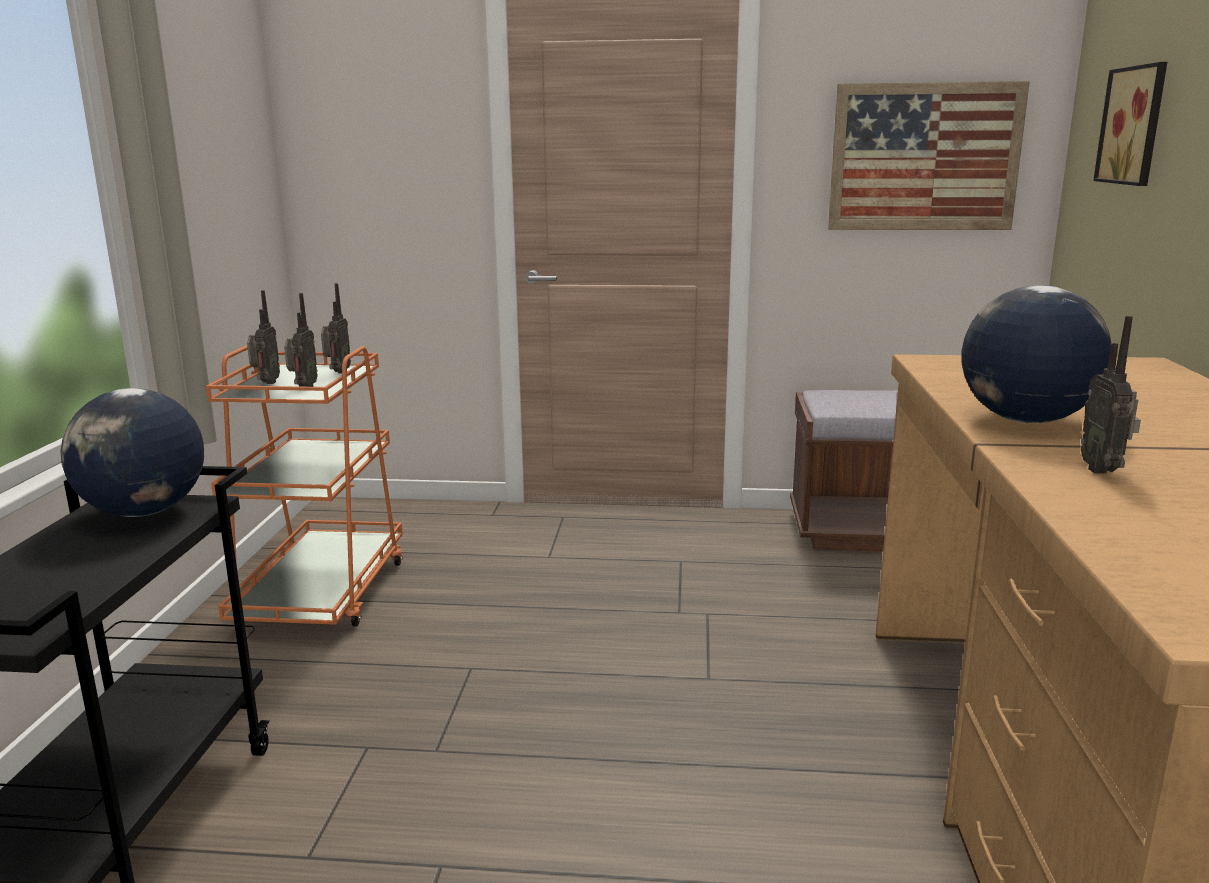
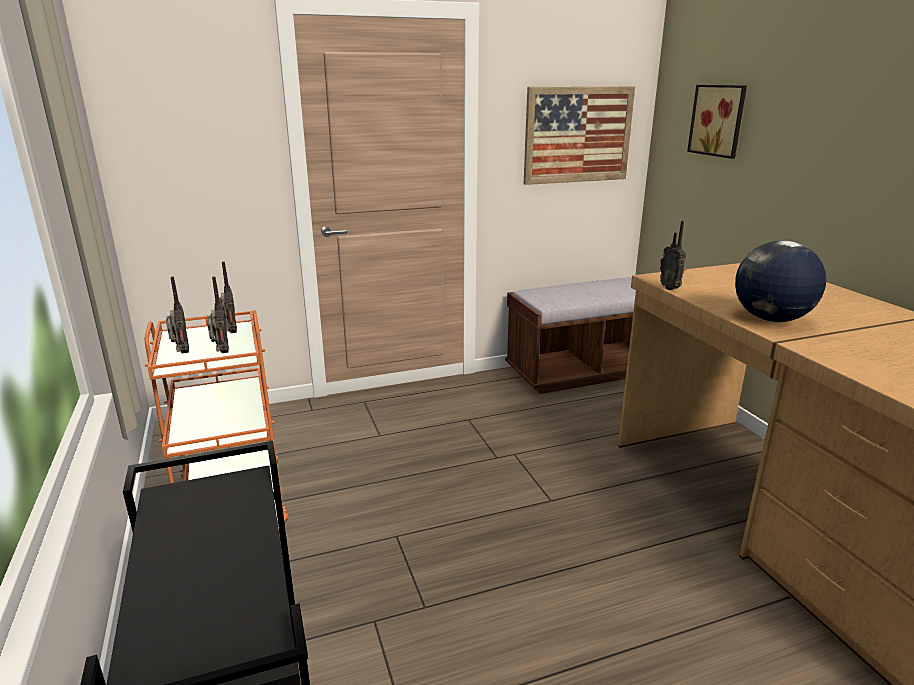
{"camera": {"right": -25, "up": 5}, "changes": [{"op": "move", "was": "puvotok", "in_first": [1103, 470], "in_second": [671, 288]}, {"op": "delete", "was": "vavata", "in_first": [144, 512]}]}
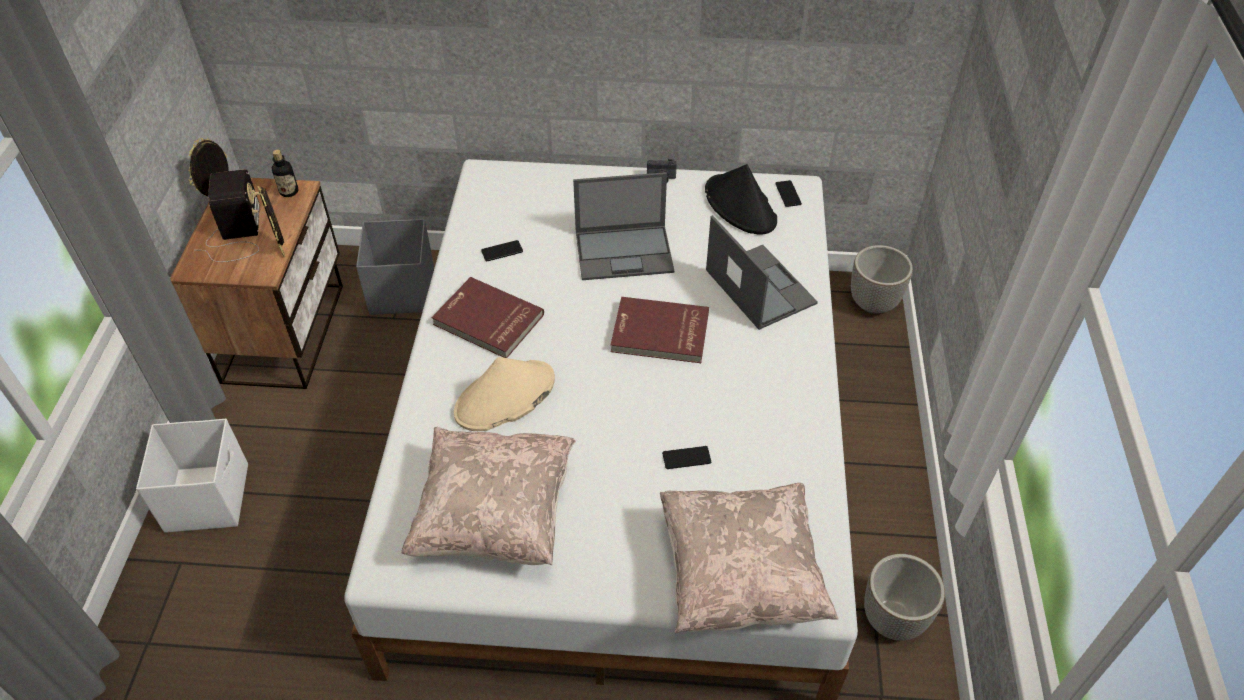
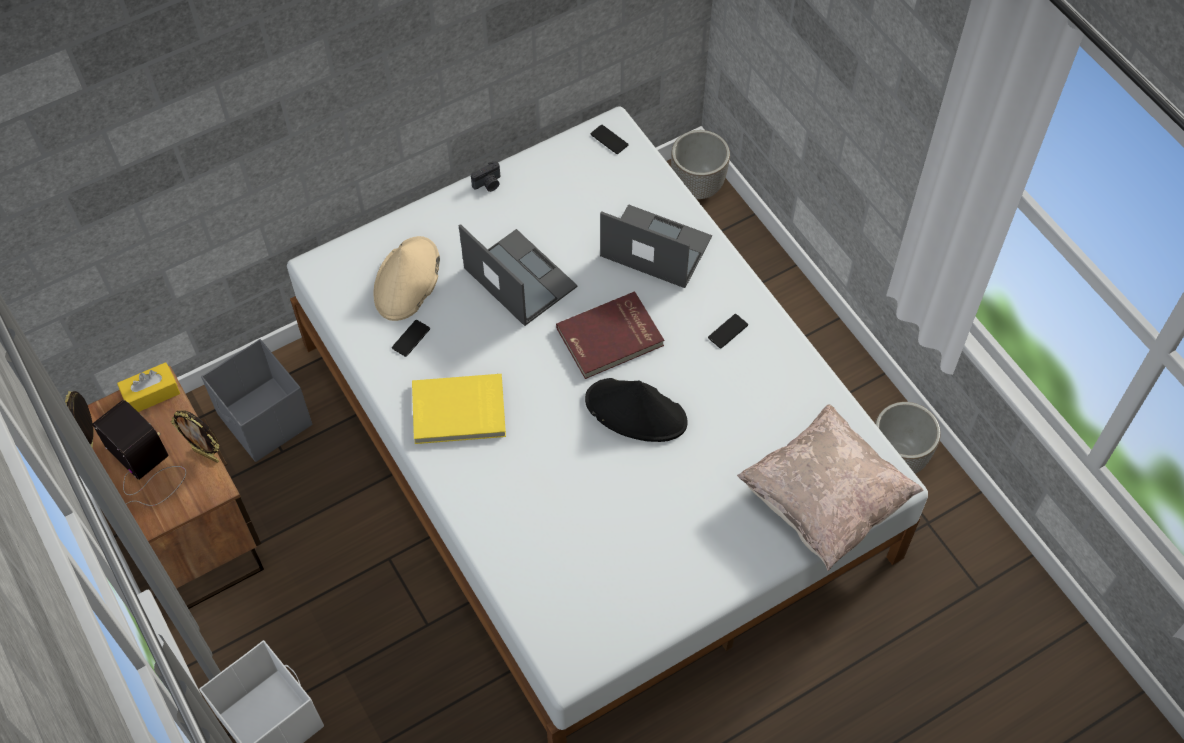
{"camera": {"right": -35, "up": 10}, "changes": [{"op": "replace", "was": "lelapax", "now": "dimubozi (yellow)", "in_first": [289, 191], "in_second": [151, 394]}, {"op": "move", "was": "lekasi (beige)", "in_first": [505, 397], "in_second": [407, 280]}, {"op": "recolor", "was": "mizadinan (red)", "now": "mizadinan (yellow)", "in_first": [487, 321], "in_second": [459, 412]}, {"op": "rotate", "was": "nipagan", "in_first": [625, 252], "in_second": [518, 277], "clockwise": -90}, {"op": "move", "was": "lekasi (black)", "in_first": [740, 206], "in_second": [636, 411]}, {"op": "move", "was": "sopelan", "in_first": [686, 458], "in_second": [728, 331]}, {"op": "delete", "was": "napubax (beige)", "in_first": [495, 516]}]}
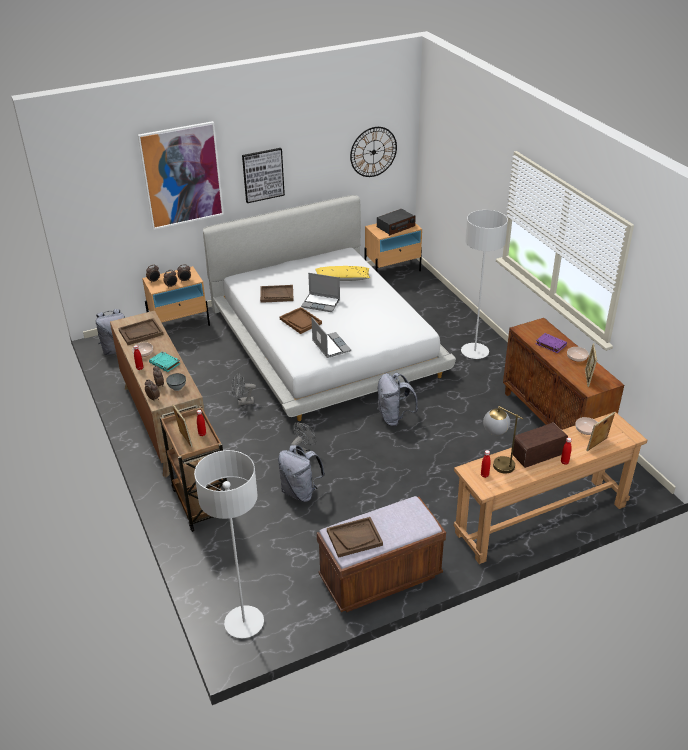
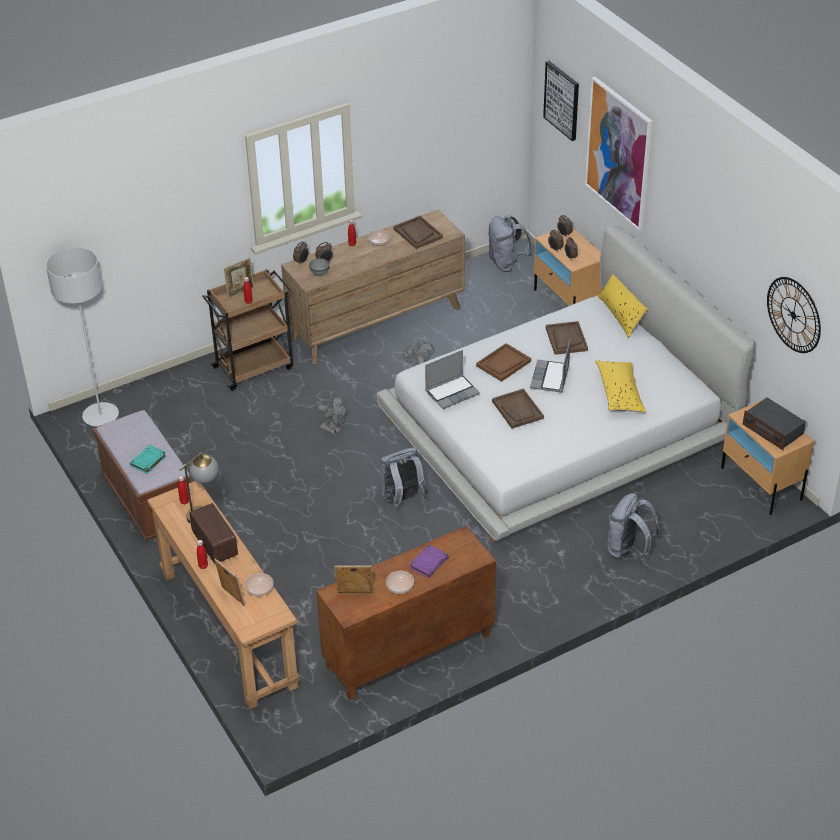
{"camera": {"right": 85, "up": 5}, "changes": [{"op": "move", "was": "mizadinan (turquoise)", "in_first": [165, 363], "in_second": [148, 461]}, {"op": "move", "was": "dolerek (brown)", "in_first": [354, 538], "in_second": [517, 410]}, {"op": "move", "was": "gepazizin", "in_first": [263, 175], "in_second": [562, 100]}, {"op": "insert", "now": "napubax (yellow)", "in_second": [621, 315]}, {"op": "move", "was": "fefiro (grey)", "in_first": [300, 492], "in_second": [628, 550]}, {"op": "delete", "was": "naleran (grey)", "in_first": [474, 352]}]}
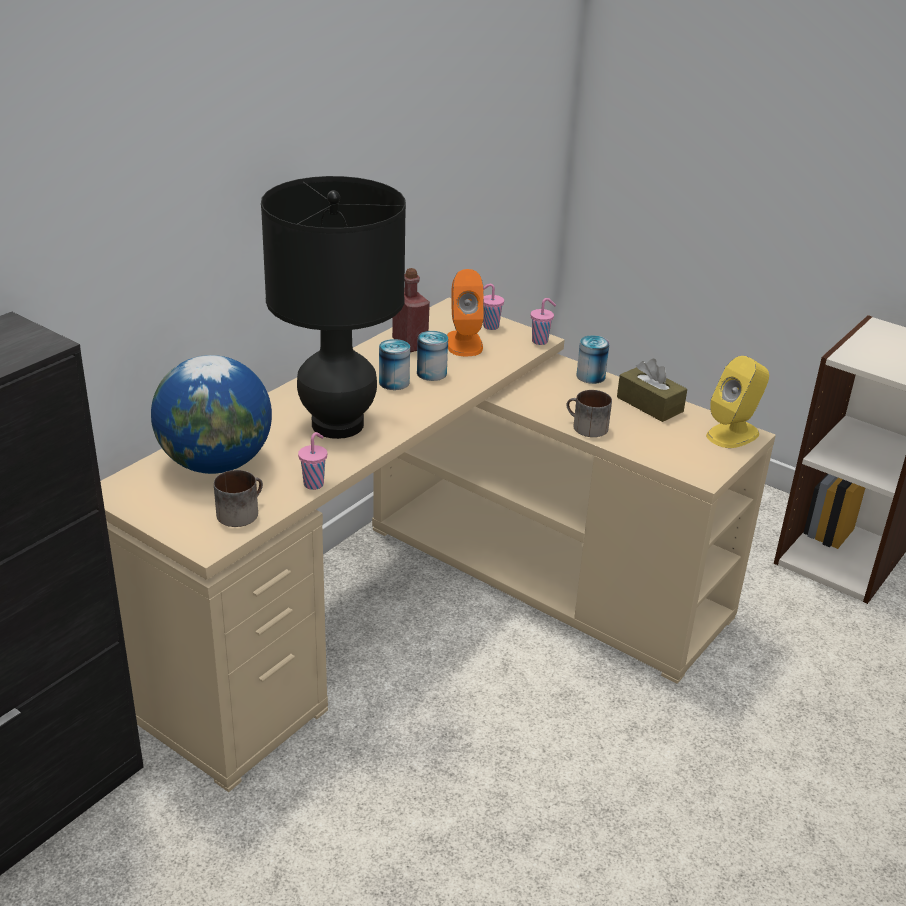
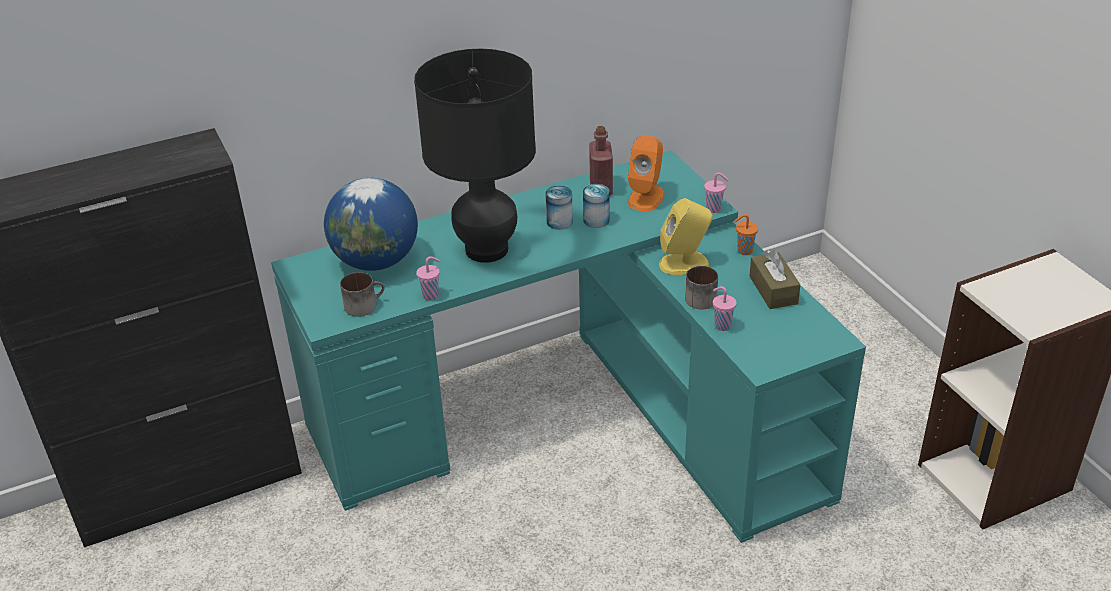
{"camera": {"right": 30, "up": 5}, "changes": [{"op": "recolor", "was": "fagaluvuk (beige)", "now": "fagaluvuk (turquoise)", "in_first": [430, 607], "in_second": [581, 415]}, {"op": "move", "was": "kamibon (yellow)", "in_first": [733, 434], "in_second": [684, 263]}, {"op": "move", "was": "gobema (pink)", "in_first": [490, 326], "in_second": [721, 325]}, {"op": "replace", "was": "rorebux", "now": "gobema (orange)", "in_first": [590, 376], "in_second": [744, 251]}]}
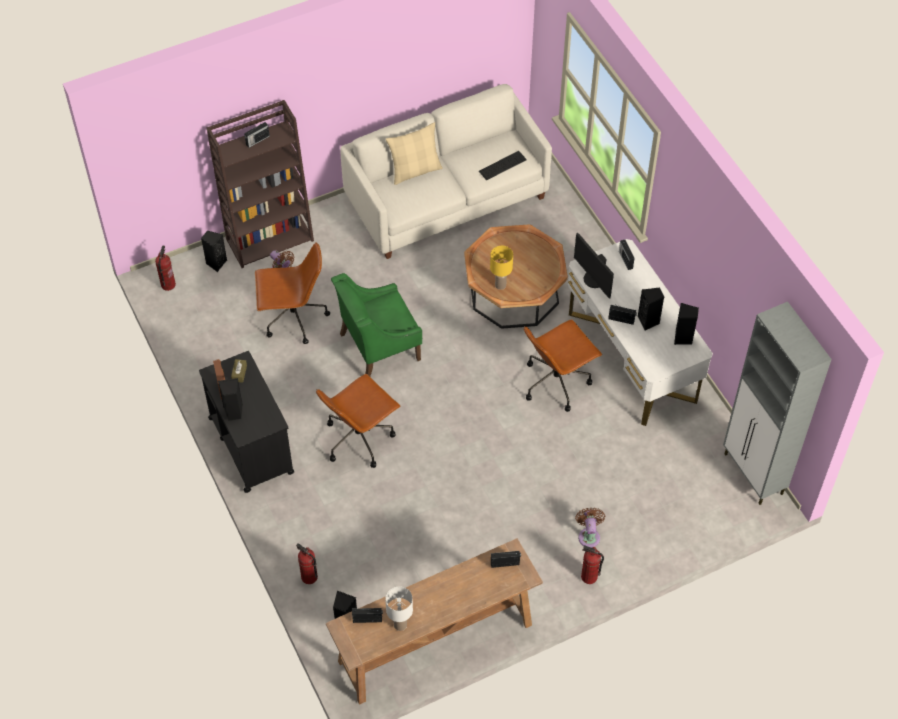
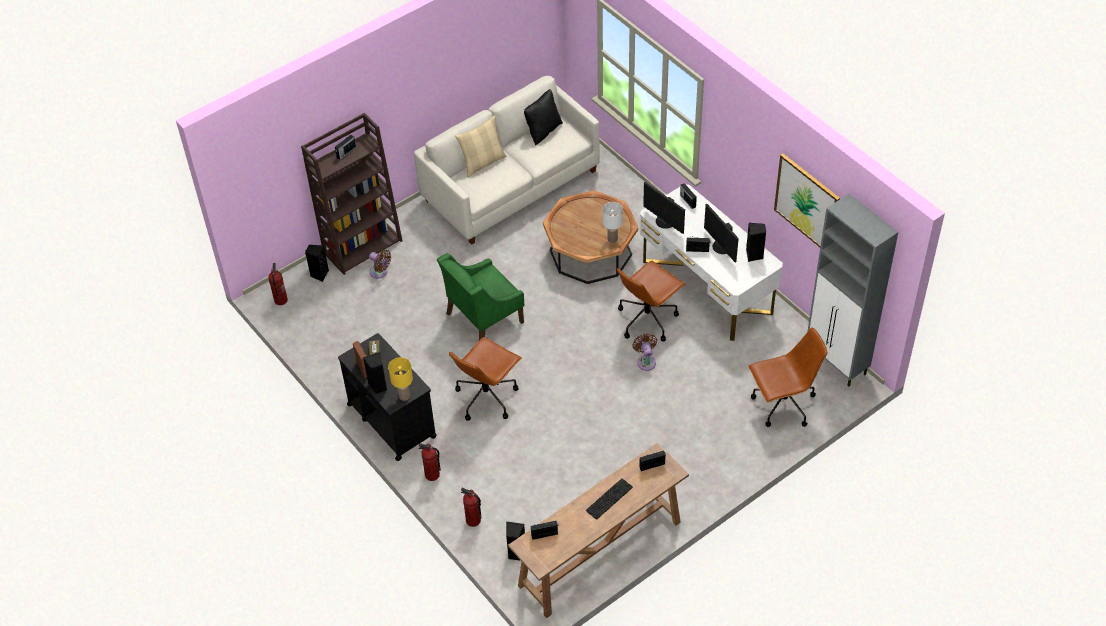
{"camera": {"right": -10, "up": -5}, "changes": [{"op": "move", "was": "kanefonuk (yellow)", "in_first": [500, 285], "in_second": [404, 396]}, {"op": "move", "was": "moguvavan", "in_first": [589, 577], "in_second": [432, 475]}, {"op": "insert", "now": "napubax (black)", "in_second": [543, 131]}, {"op": "move", "was": "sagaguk", "in_first": [502, 165], "in_second": [609, 499]}, {"op": "move", "was": "kanefonuk (white)", "in_first": [399, 624], "in_second": [612, 239]}, {"op": "move", "was": "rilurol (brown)", "in_first": [589, 535], "in_second": [646, 361]}, {"op": "replace", "was": "kamibon (black)", "now": "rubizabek", "in_first": [649, 321], "in_second": [721, 247]}, {"op": "move", "was": "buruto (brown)", "in_first": [293, 318], "in_second": [782, 405]}, {"op": "insert", "now": "gepazizin", "in_second": [807, 203]}]}
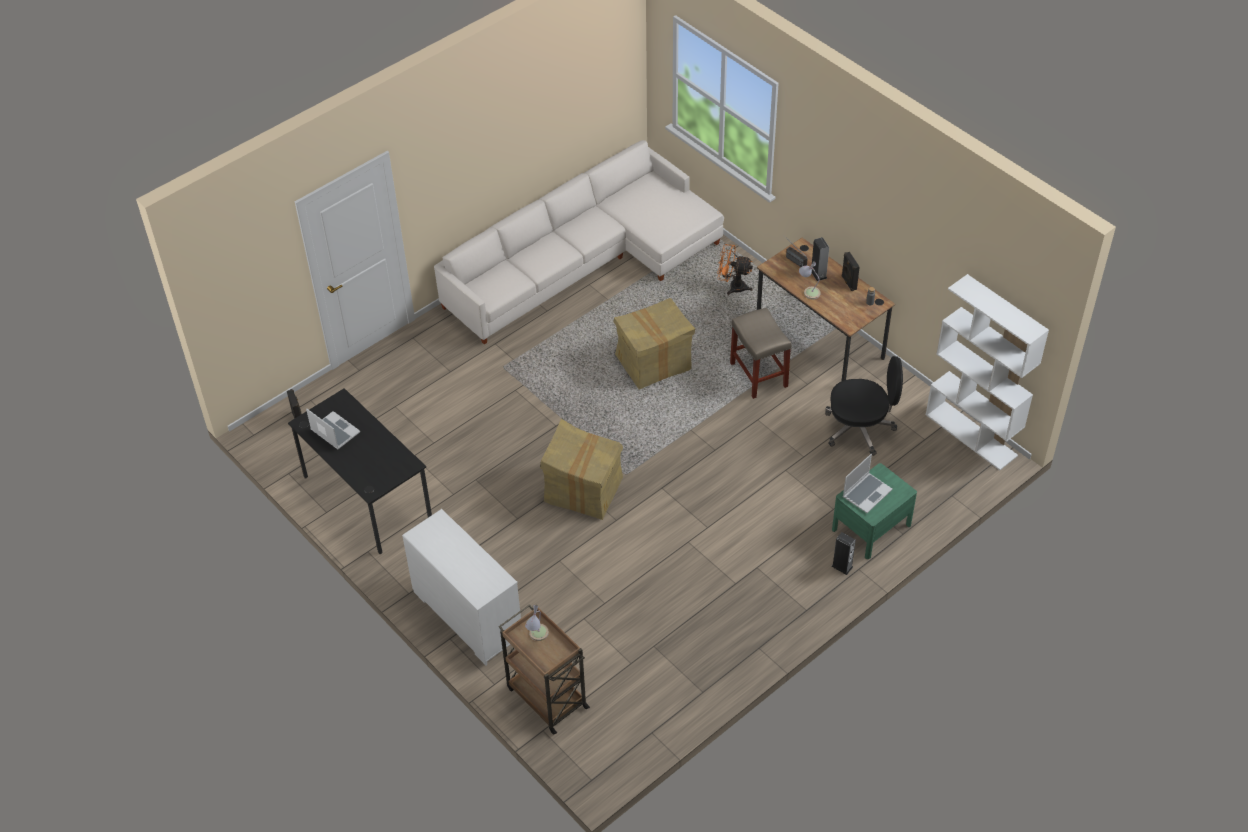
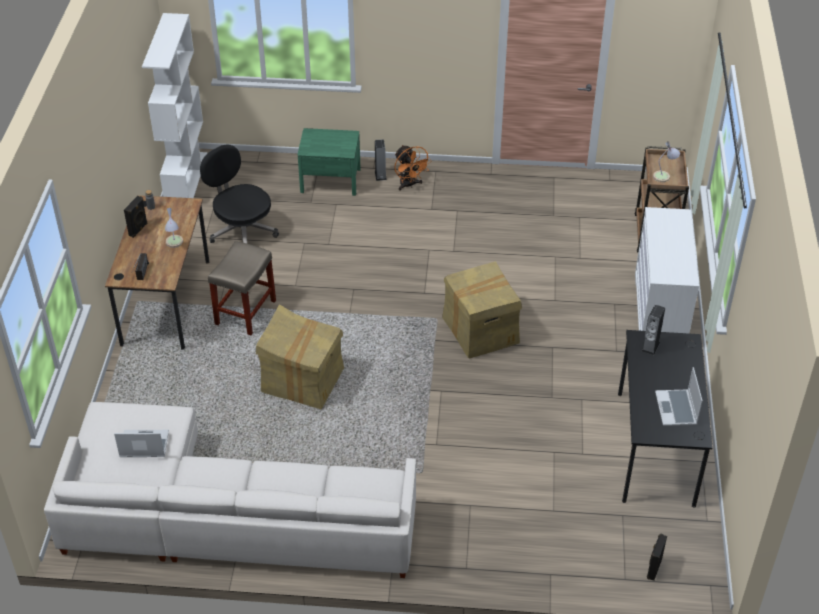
{"camera": {"right": -135, "up": -5}, "changes": [{"op": "move", "was": "nipagan", "in_first": [867, 493], "in_second": [143, 445]}, {"op": "move", "was": "rilurol (orange)", "in_first": [733, 286], "in_second": [409, 185]}, {"op": "move", "was": "kamibon", "in_first": [818, 274], "in_second": [650, 347]}]}
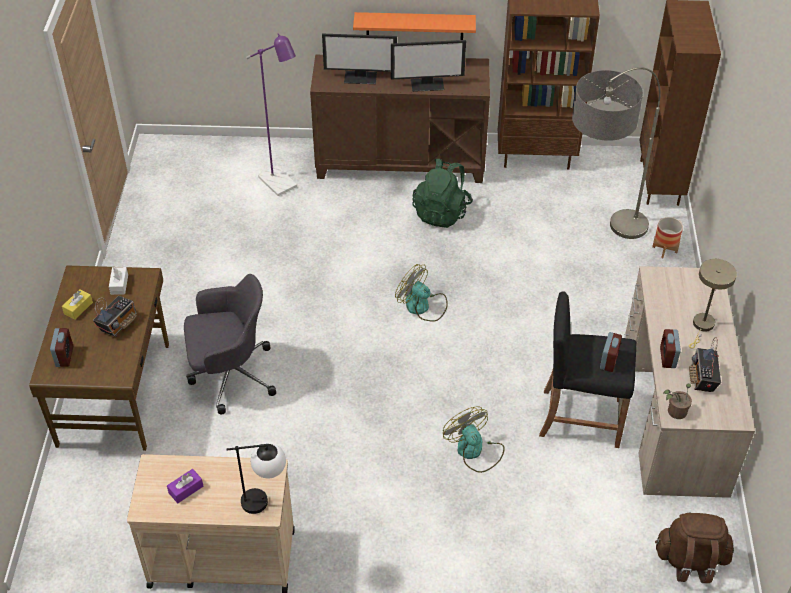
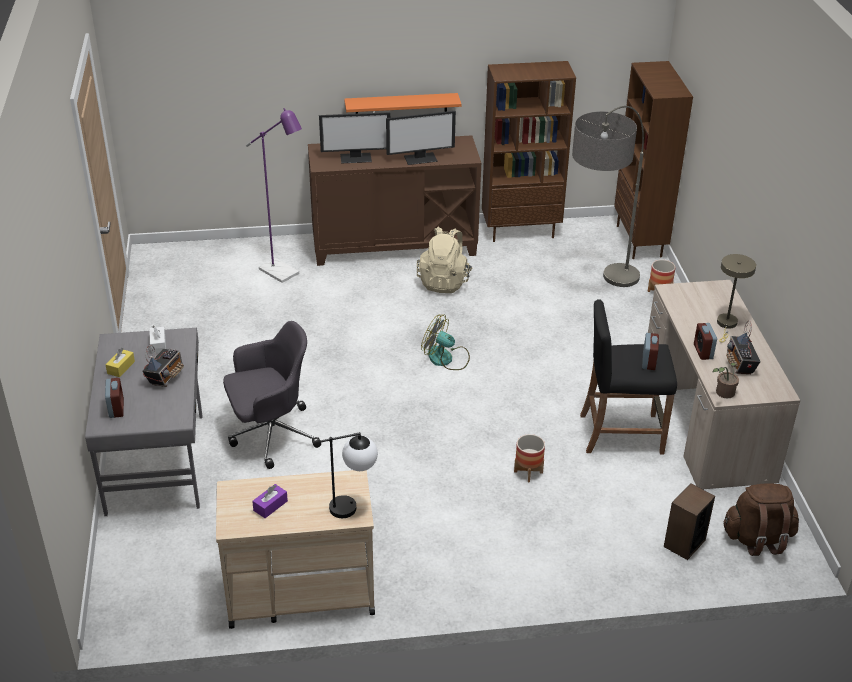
{"camera": {"right": -10, "up": -10}, "changes": [{"op": "recolor", "was": "fagaluvuk (brown)", "now": "fagaluvuk (grey)", "in_first": [116, 393], "in_second": [157, 462]}, {"op": "recolor", "was": "fefiro (green)", "now": "fefiro (beige)", "in_first": [442, 212], "in_second": [444, 282]}, {"op": "replace", "was": "rilurol", "now": "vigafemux", "in_first": [474, 451], "in_second": [528, 472]}, {"op": "insert", "now": "kamibon", "in_second": [684, 543]}]}
